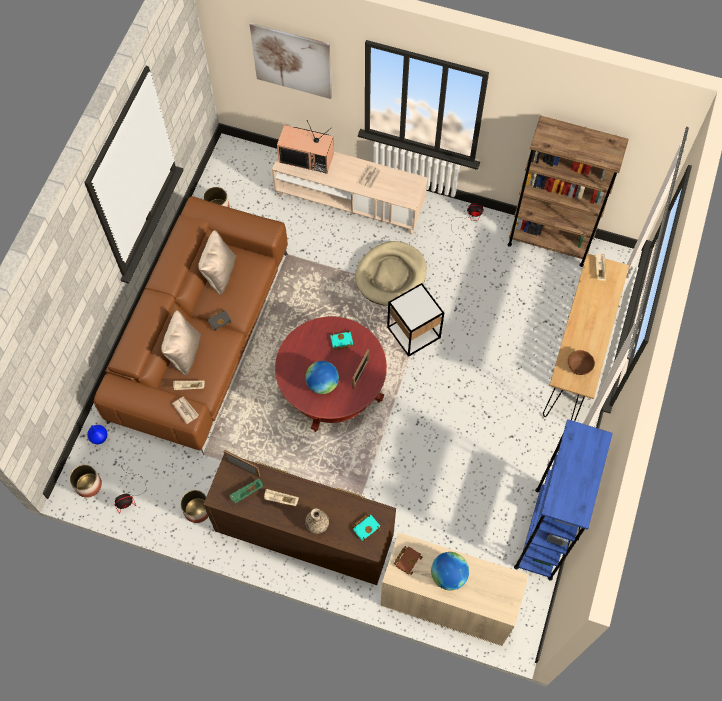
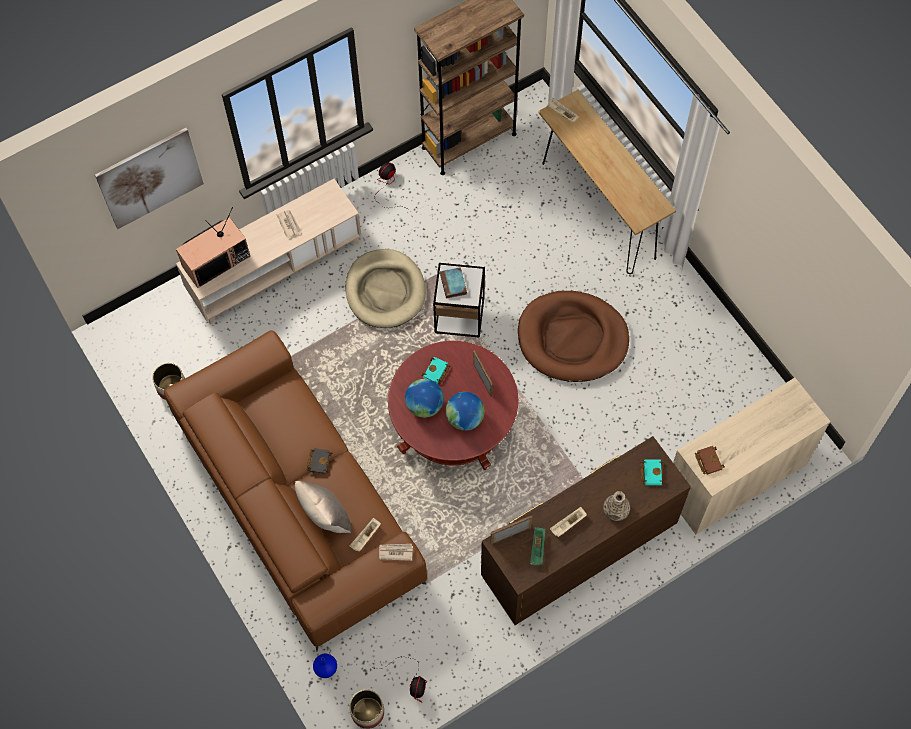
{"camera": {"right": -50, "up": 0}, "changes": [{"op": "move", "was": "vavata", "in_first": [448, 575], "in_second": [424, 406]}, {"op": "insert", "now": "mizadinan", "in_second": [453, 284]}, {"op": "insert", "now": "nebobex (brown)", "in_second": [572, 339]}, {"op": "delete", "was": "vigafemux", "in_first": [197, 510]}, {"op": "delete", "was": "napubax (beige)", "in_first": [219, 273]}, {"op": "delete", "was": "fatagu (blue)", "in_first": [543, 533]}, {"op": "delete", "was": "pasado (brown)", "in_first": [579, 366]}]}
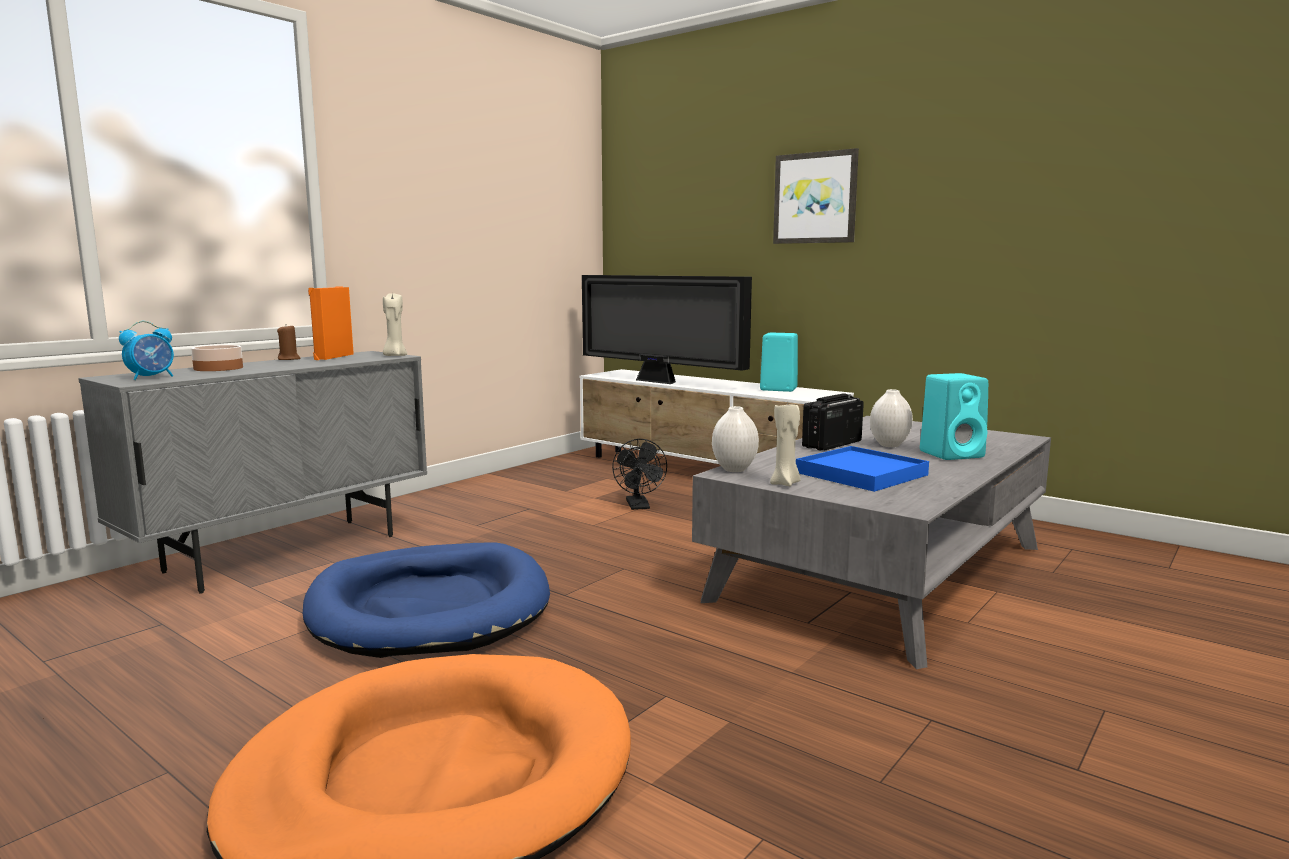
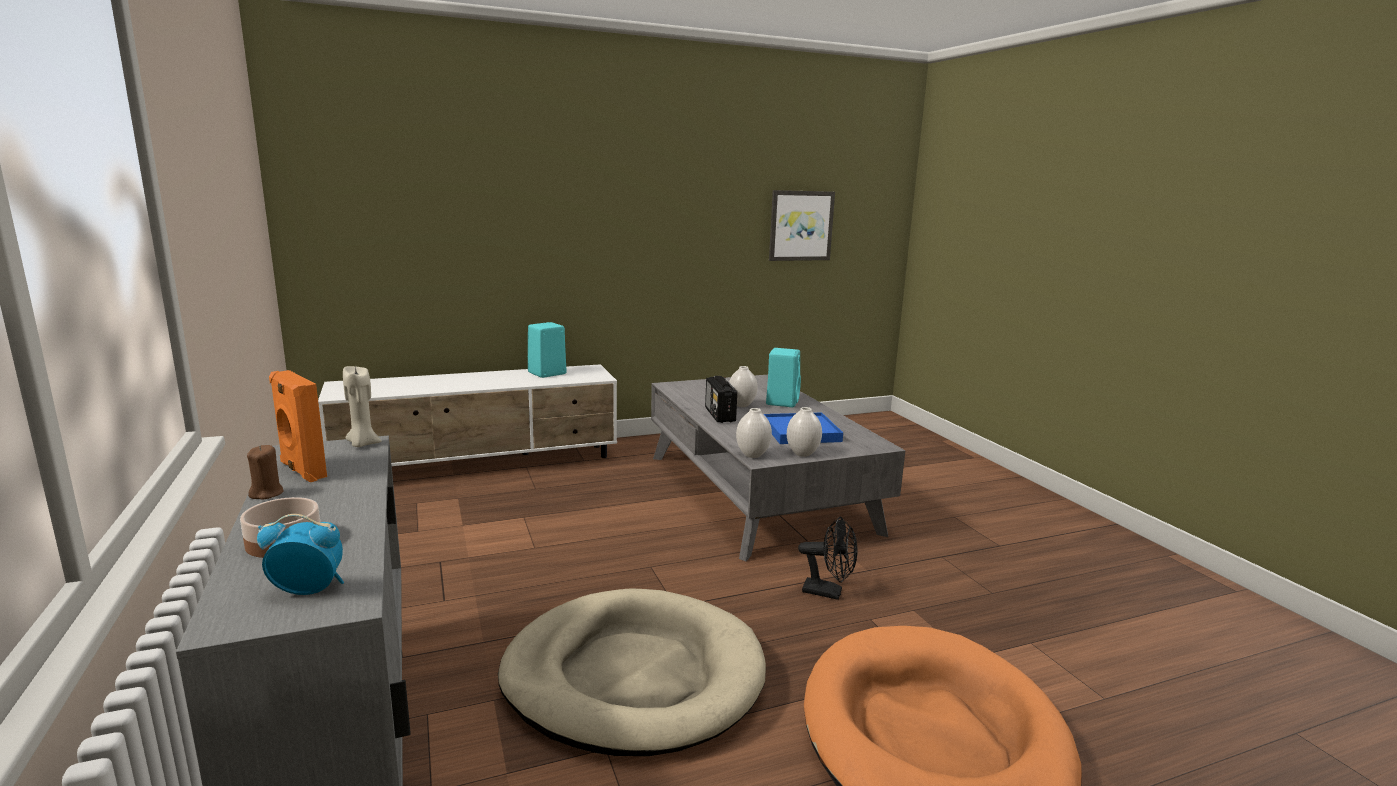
{"camera": {"right": -60, "up": 5}, "changes": [{"op": "rotate", "was": "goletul", "in_first": [152, 377], "in_second": [309, 590], "clockwise": -75}, {"op": "recolor", "was": "nebobex (blue)", "now": "nebobex (beige)", "in_first": [430, 608], "in_second": [633, 677]}, {"op": "move", "was": "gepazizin", "in_first": [815, 198], "in_second": [800, 225]}, {"op": "replace", "was": "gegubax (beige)", "now": "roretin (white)", "in_first": [785, 483], "in_second": [803, 454]}, {"op": "move", "was": "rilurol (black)", "in_first": [639, 506], "in_second": [828, 592]}, {"op": "delete", "was": "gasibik", "in_first": [659, 381]}]}
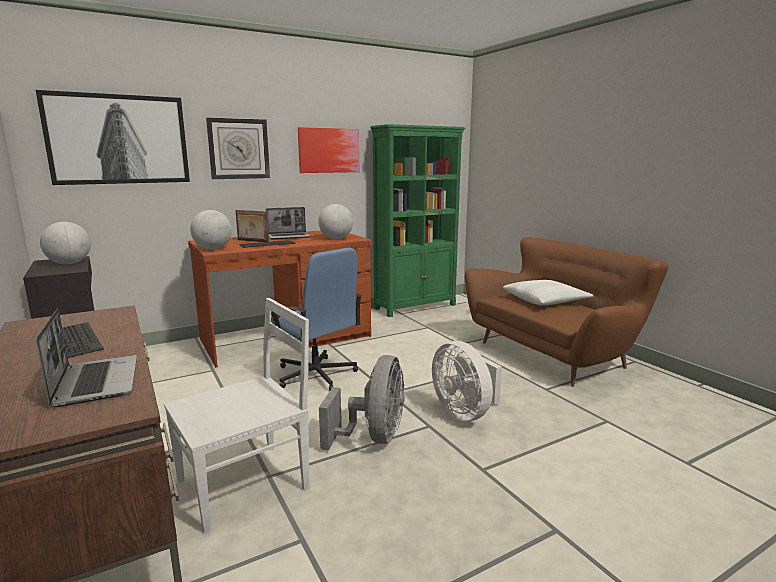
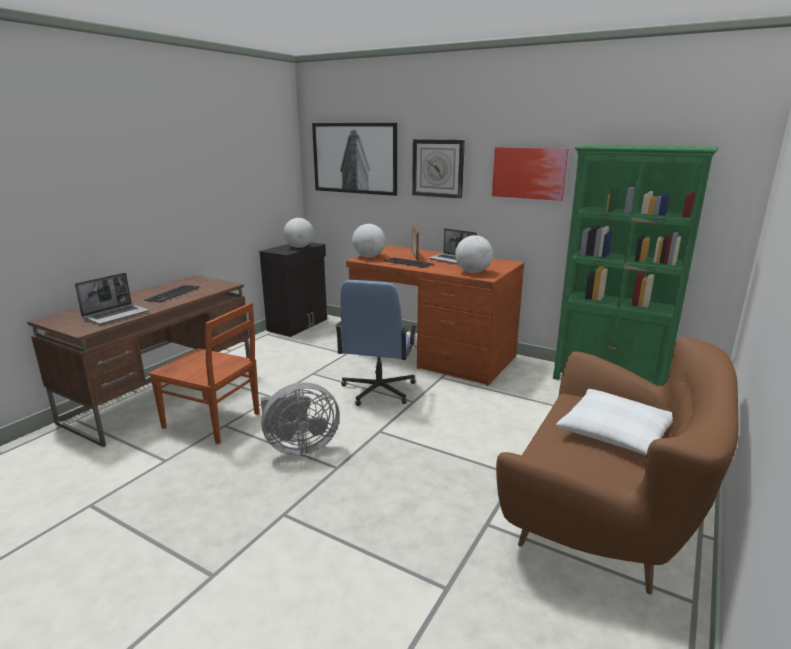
{"camera": {"right": 60, "up": 5}, "changes": [{"op": "recolor", "was": "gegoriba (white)", "now": "gegoriba (brown)", "in_first": [246, 483], "in_second": [213, 421]}, {"op": "delete", "was": "rilurol (white)", "in_first": [465, 412]}]}
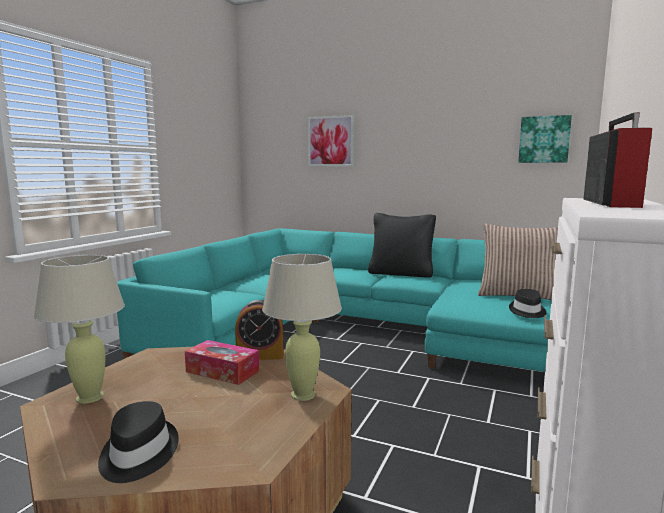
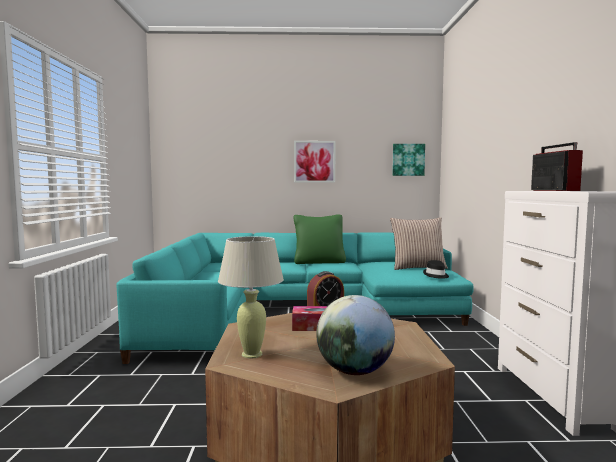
{"camera": {"right": -25, "up": -5}, "changes": [{"op": "move", "was": "gepazizin", "in_first": [330, 141], "in_second": [314, 161]}, {"op": "recolor", "was": "napubax (black)", "now": "napubax (green)", "in_first": [401, 273], "in_second": [319, 262]}, {"op": "replace", "was": "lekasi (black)", "now": "vavata", "in_first": [137, 454], "in_second": [354, 371]}, {"op": "delete", "was": "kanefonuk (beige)", "in_first": [303, 394]}]}
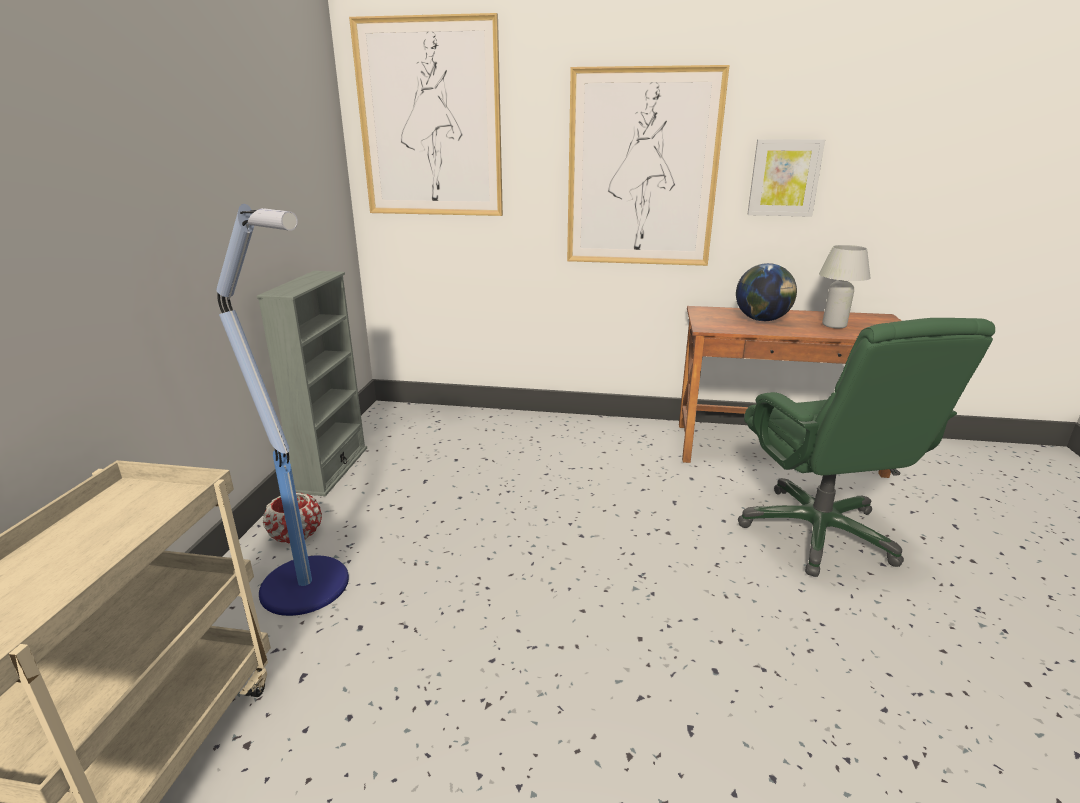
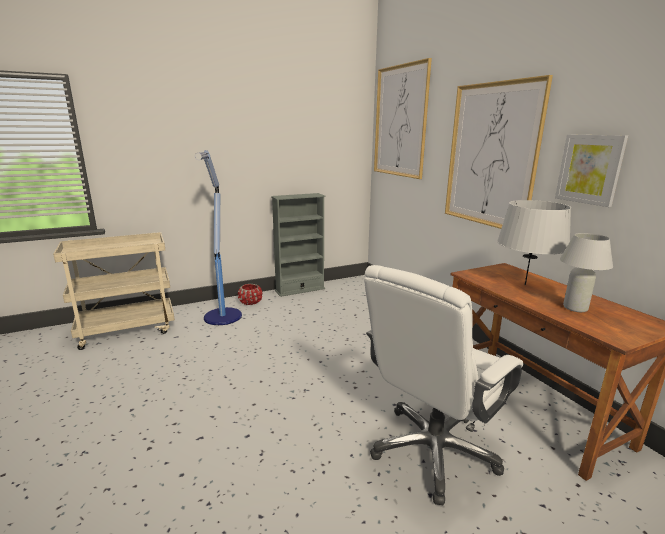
{"camera": {"right": 55, "up": -5}, "changes": [{"op": "recolor", "was": "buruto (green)", "now": "buruto (white)", "in_first": [818, 532], "in_second": [433, 451]}, {"op": "replace", "was": "vavata", "now": "kanefonuk (grey)", "in_first": [762, 320], "in_second": [525, 285]}]}
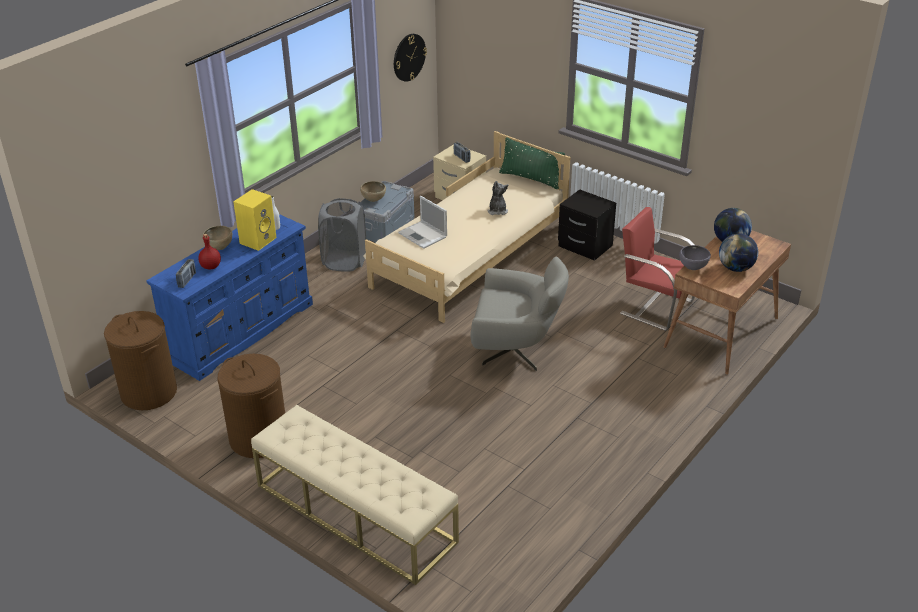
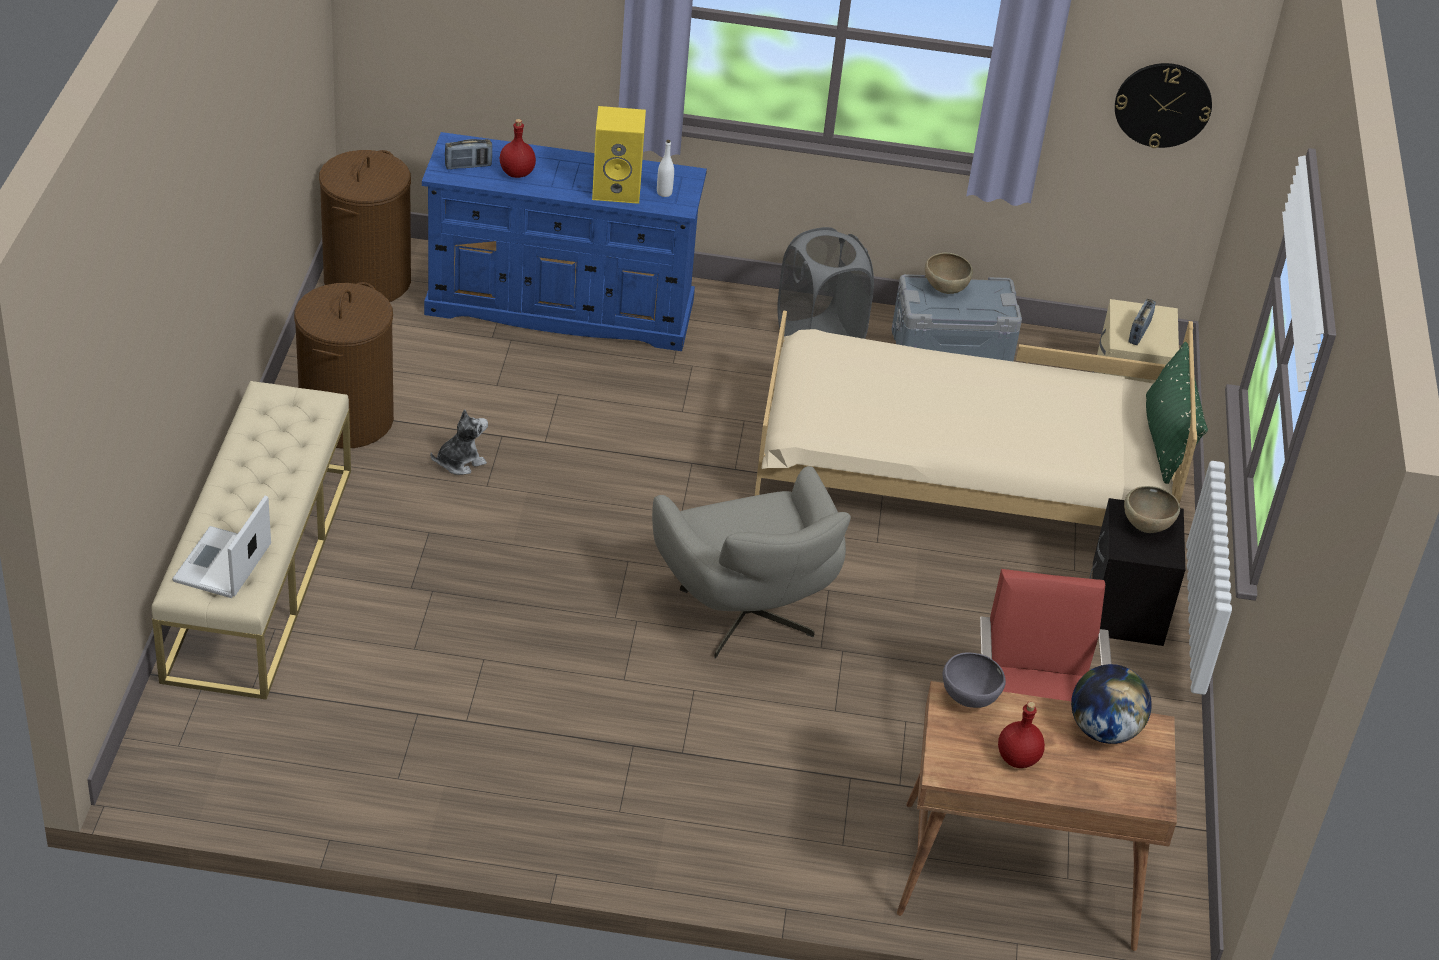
{"camera": {"right": 55, "up": 5}, "changes": [{"op": "move", "was": "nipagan", "in_first": [423, 235], "in_second": [222, 565]}, {"op": "move", "was": "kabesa", "in_first": [497, 211], "in_second": [460, 462]}, {"op": "replace", "was": "vavata", "now": "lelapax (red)", "in_first": [736, 268], "in_second": [1018, 759]}, {"op": "move", "was": "pasado (brown)", "in_first": [219, 248], "in_second": [1146, 527]}]}
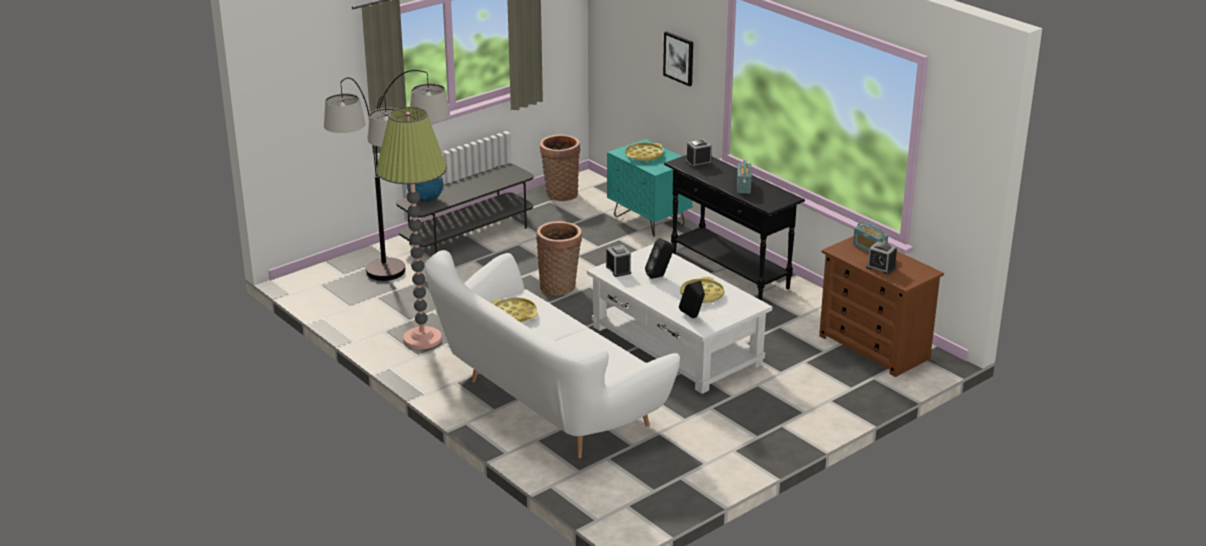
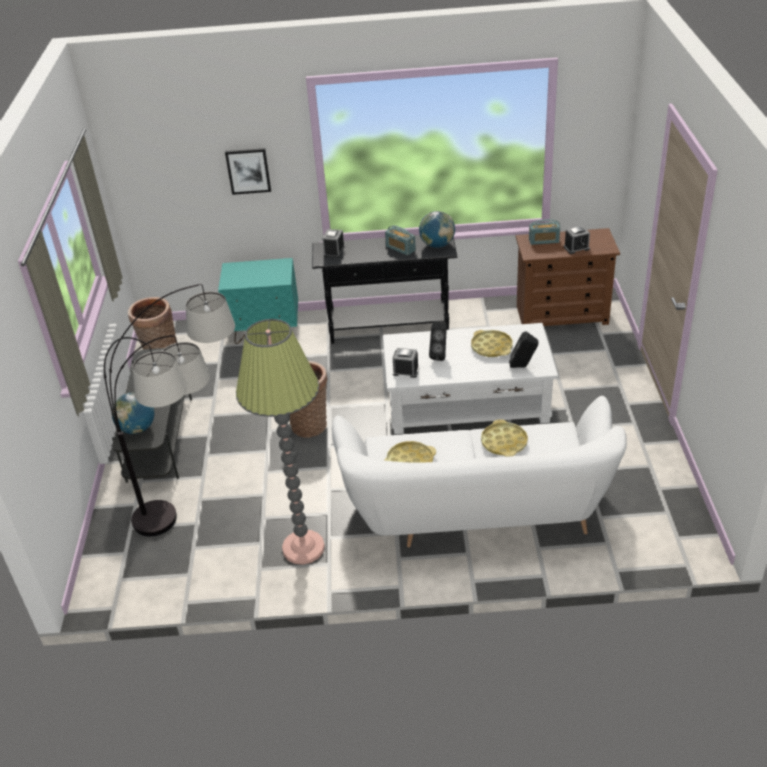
{"camera": {"right": -50, "up": 10}, "changes": [{"op": "insert", "now": "vavata", "in_second": [437, 245]}, {"op": "move", "was": "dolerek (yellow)", "in_first": [644, 155], "in_second": [504, 442]}]}
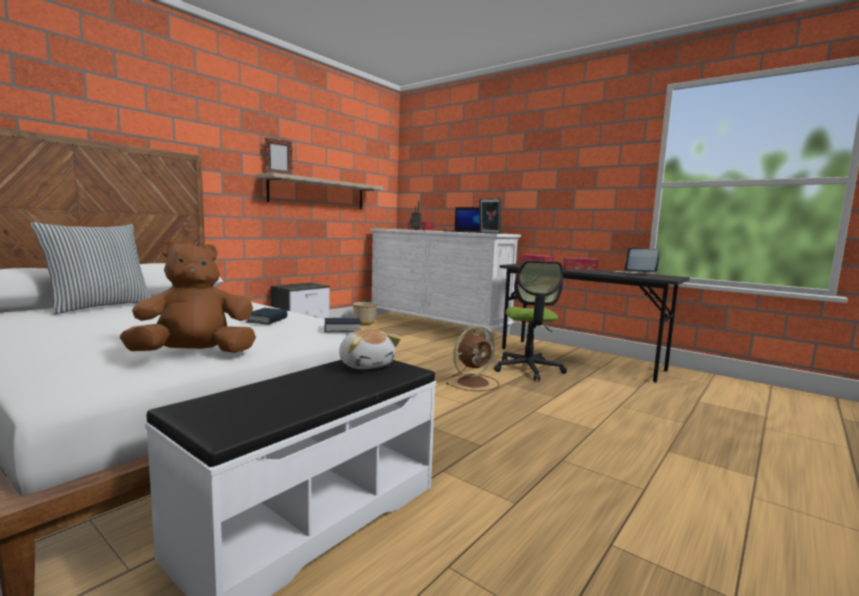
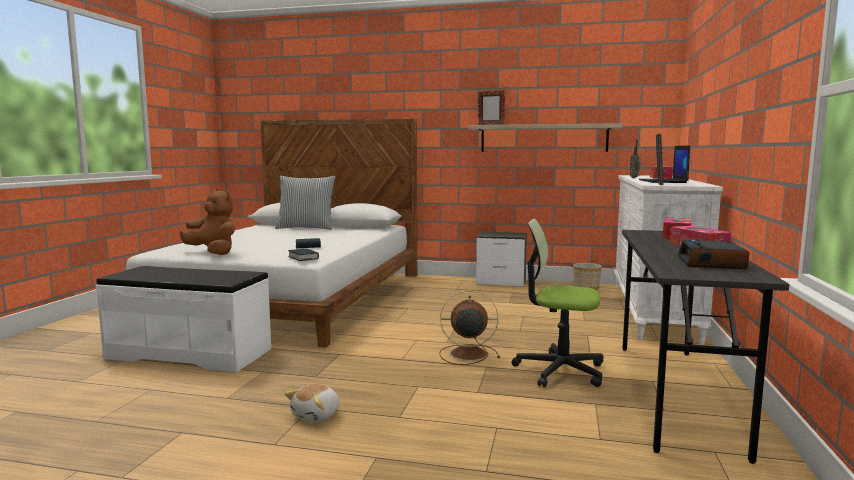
{"camera": {"right": 65, "up": 0}, "changes": [{"op": "move", "was": "kabesa", "in_first": [366, 364], "in_second": [317, 415]}, {"op": "rotate", "was": "rilurol (brown)", "in_first": [474, 382], "in_second": [466, 354], "clockwise": 150}, {"op": "rotate", "was": "buruto", "in_first": [528, 369], "in_second": [559, 370], "clockwise": 45}, {"op": "replace", "was": "nipagan", "now": "goletul", "in_first": [634, 274], "in_second": [712, 263]}]}
